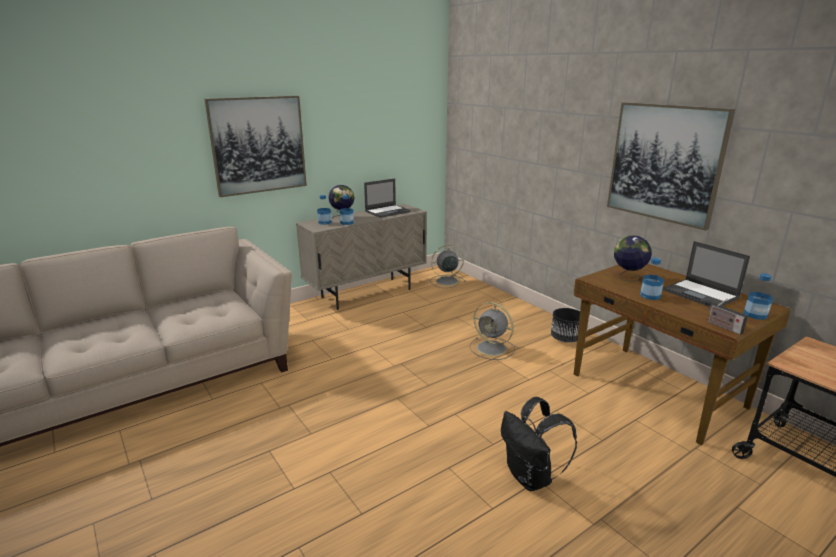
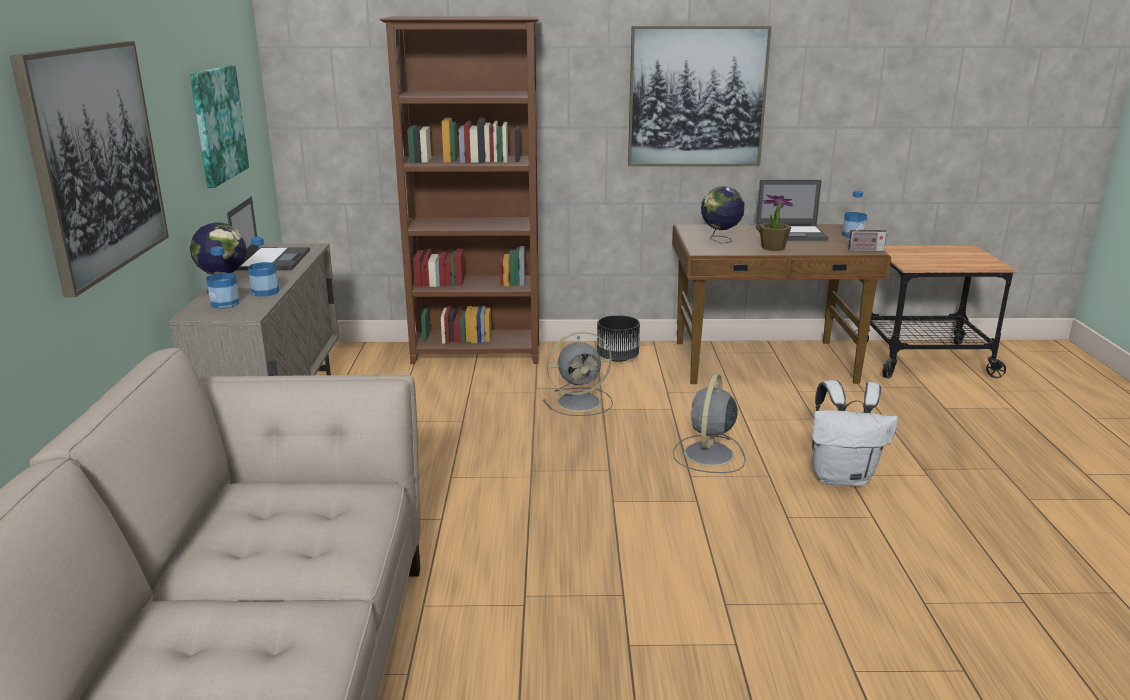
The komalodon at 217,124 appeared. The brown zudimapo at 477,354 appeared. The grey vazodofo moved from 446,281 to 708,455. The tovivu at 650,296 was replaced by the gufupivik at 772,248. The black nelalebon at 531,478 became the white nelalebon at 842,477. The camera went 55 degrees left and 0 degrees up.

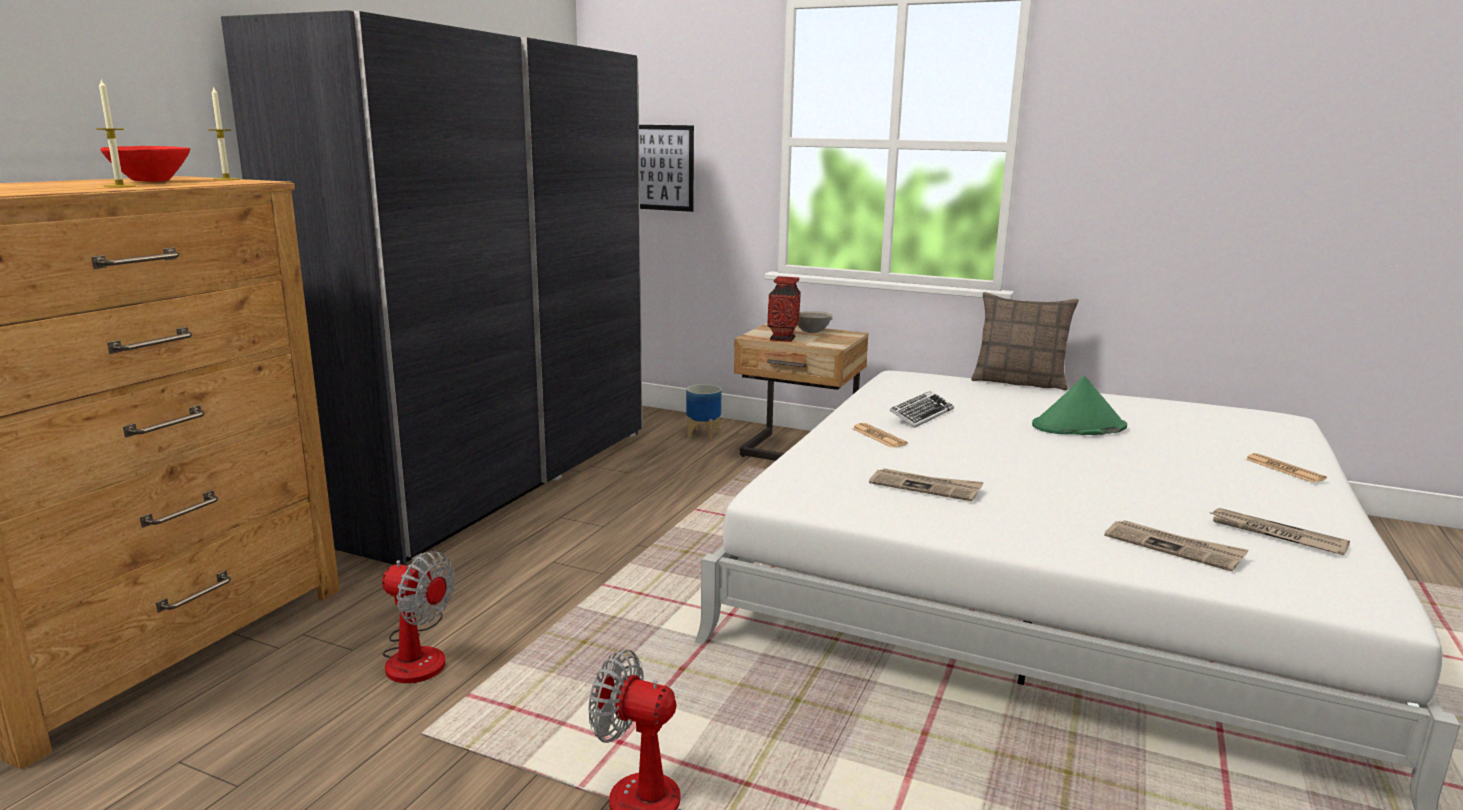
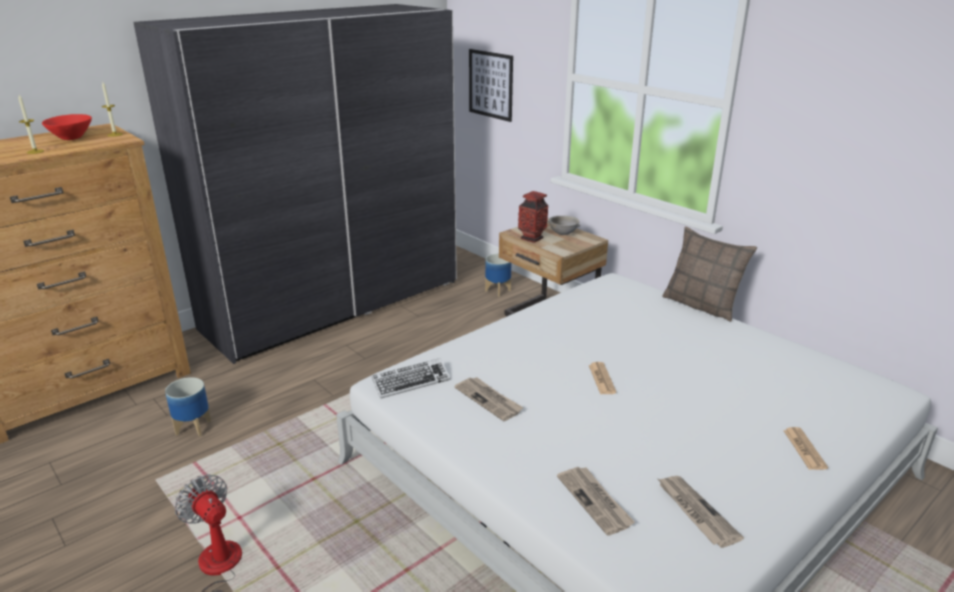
The vazodofo at 417,654 was replaced by the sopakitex at 193,427. The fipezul moved from 921,414 to 411,382. The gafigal moved from 878,436 to 602,379. The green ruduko at 1078,427 disappeared. The camera went 25 degrees right and 10 degrees up.

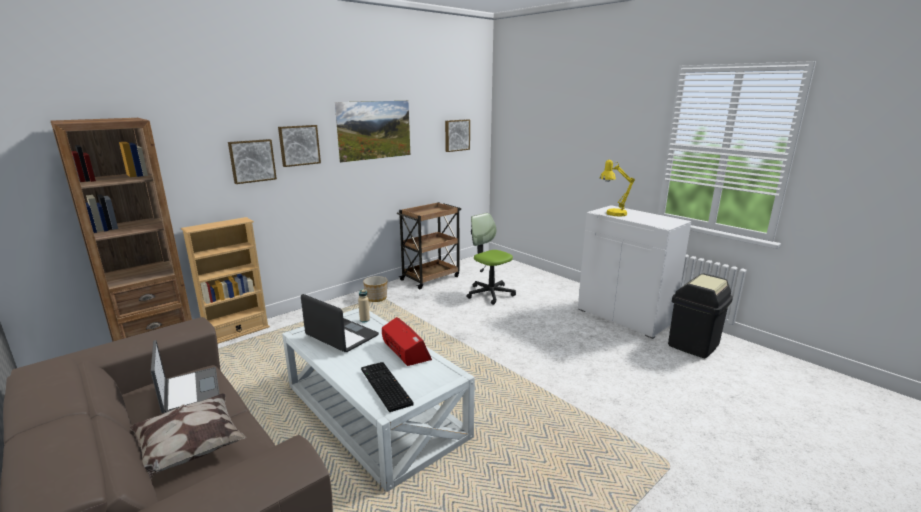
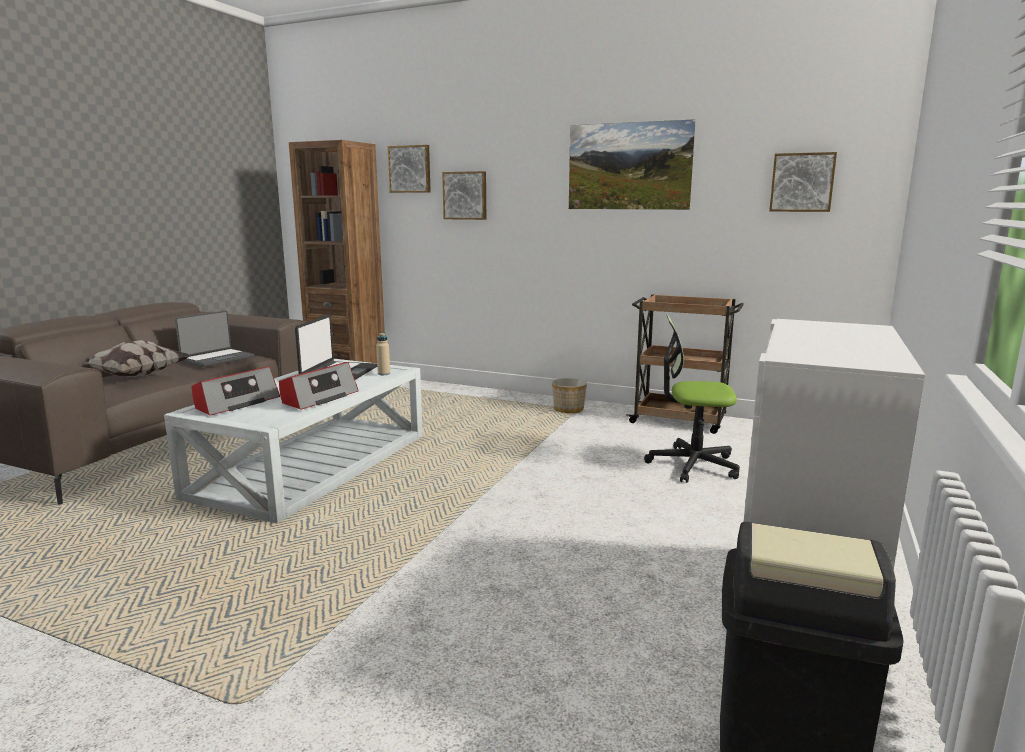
The fipezul at 384,386 was replaced by the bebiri at 236,403. The komalodon moved from 299,145 to 410,169. The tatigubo at 490,293 turned 105 degrees counterclockwise. The beige zudimapo at 237,333 disappeared. The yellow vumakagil at 612,214 disappeared. The camera went 65 degrees right and 5 degrees down.

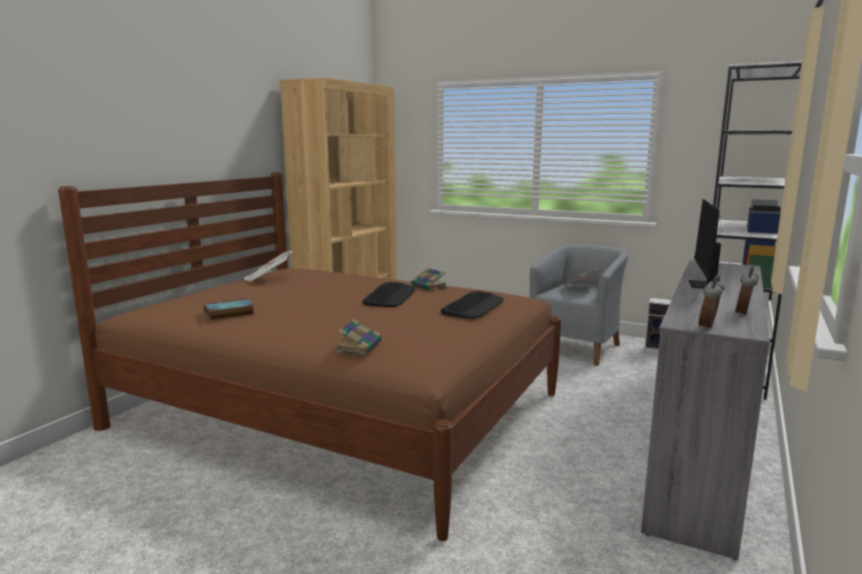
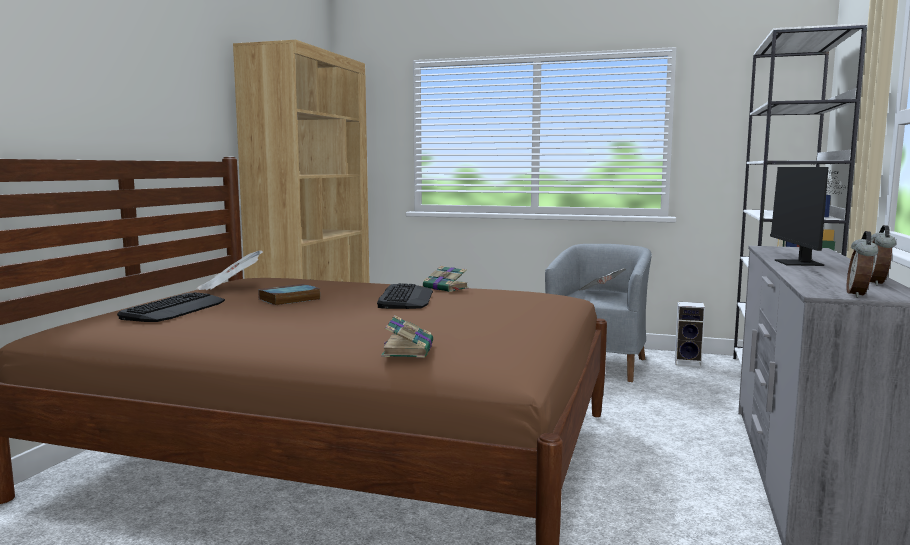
The fipezul moved from 474,306 to 175,309. The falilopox moved from 228,313 to 289,299. The camera went 10 degrees left and 5 degrees down.

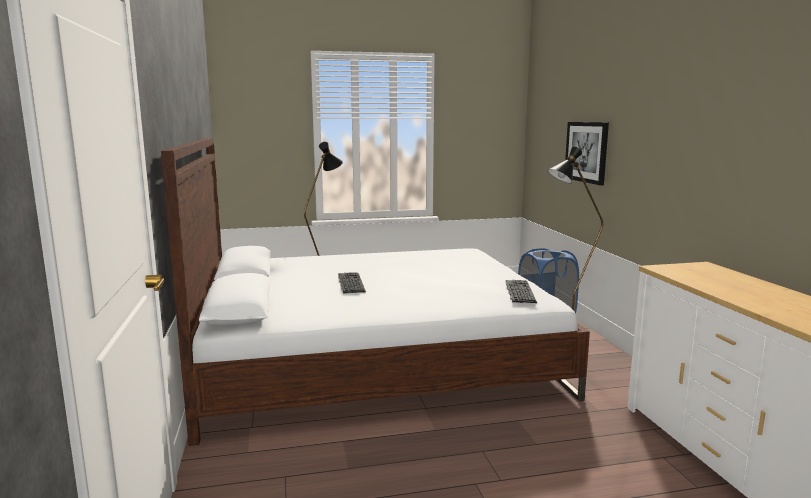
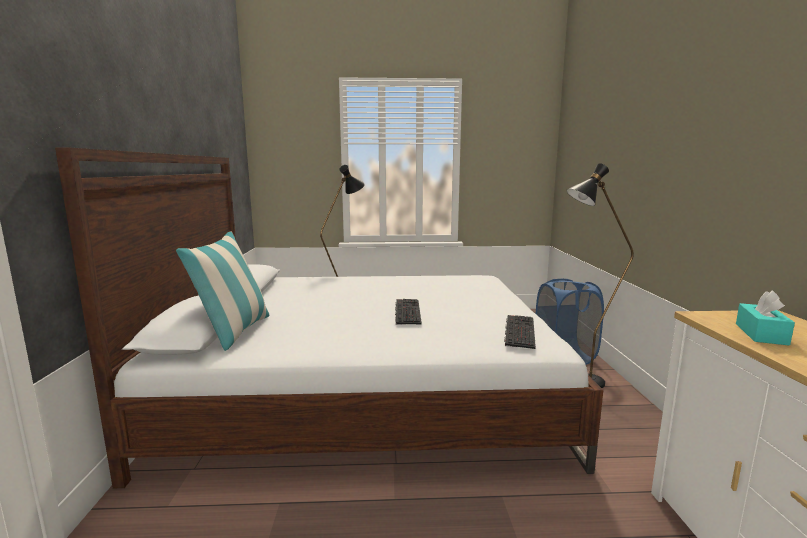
The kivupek at 234,332 appeared. The fipezul moved from 350,283 to 406,311. The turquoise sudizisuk at 761,334 appeared. The komalodon at 586,152 disappeared. The camera went 10 degrees right and 0 degrees up.

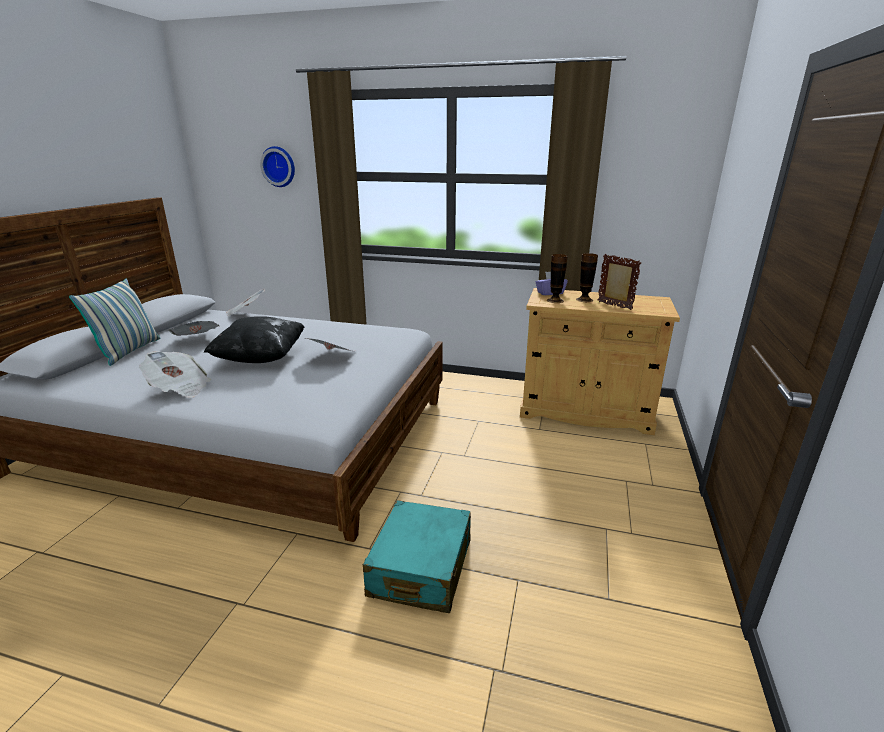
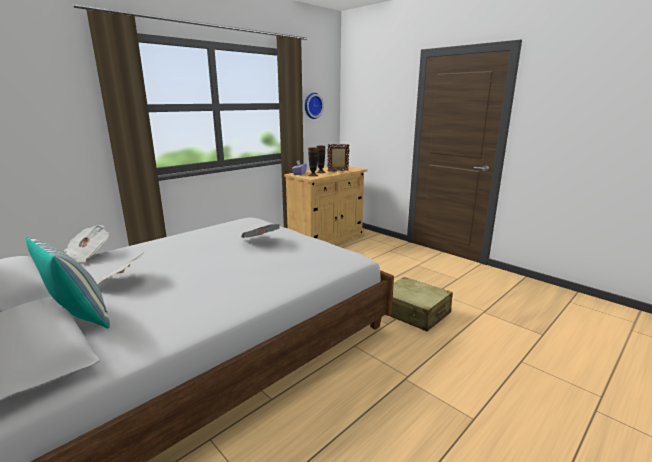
The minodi moved from 279,166 to 312,105. The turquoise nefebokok at 420,568 became the beige nefebokok at 414,313. The gafigal at 179,388 disappeared. The black kivupek at 261,358 disappeared. The camera went 60 degrees left and 5 degrees down.

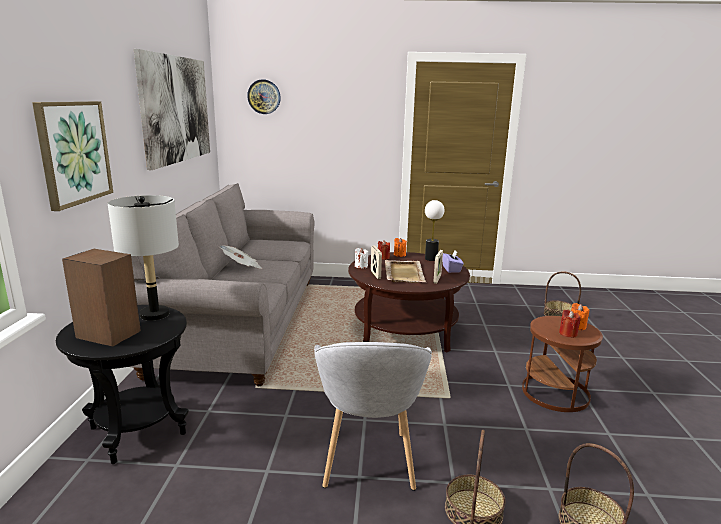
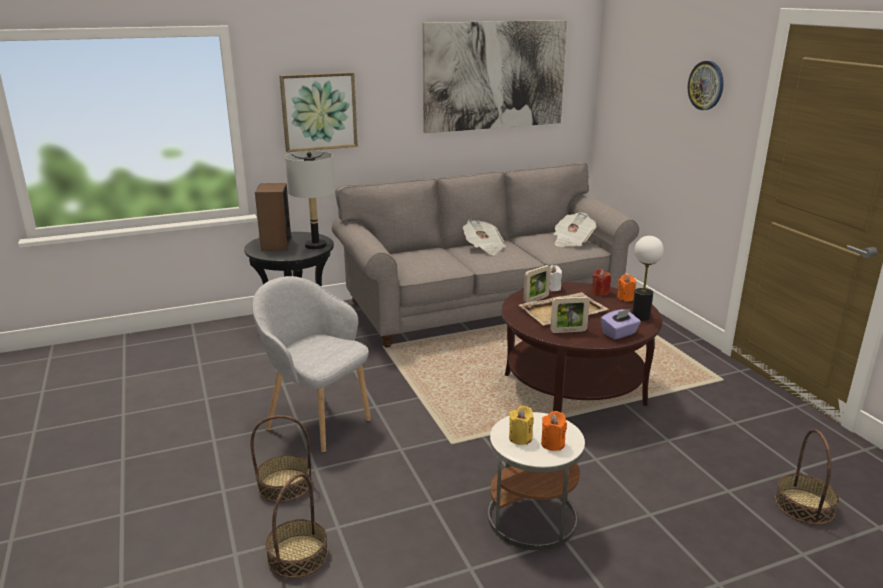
The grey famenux at 368,462 turned 60 degrees clockwise. The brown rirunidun at 555,393 became the white rirunidun at 532,518. The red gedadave at 568,333 became the yellow gedadave at 520,438. The gafigal at 572,241 appeared. The minodi moved from 264,97 to 706,85. The camera went 65 degrees right and 5 degrees up.

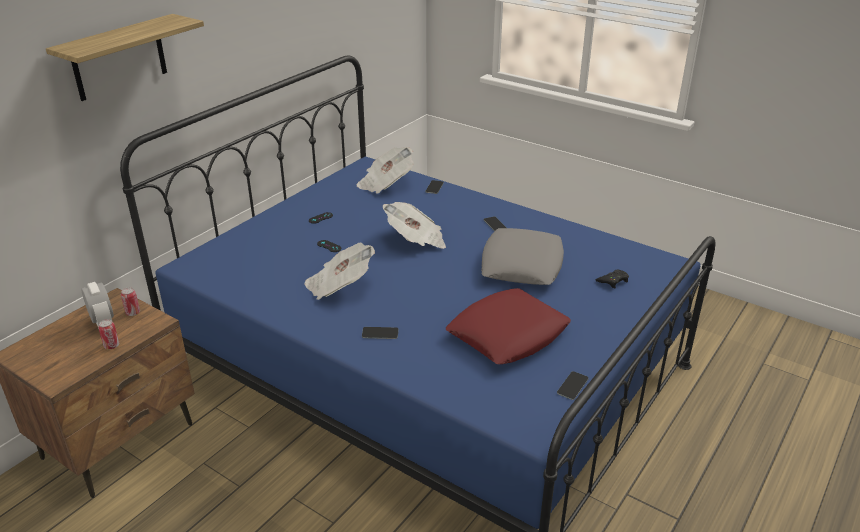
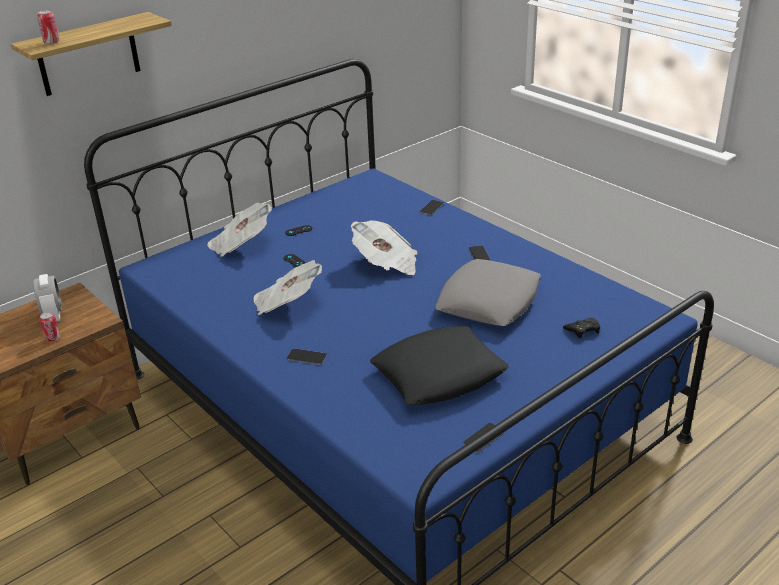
The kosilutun moved from 133,313 to 51,42. The gafigal moved from 385,184 to 241,245. The red kivupek at 508,334 became the black kivupek at 439,374. The camera went 15 degrees right and 0 degrees up.

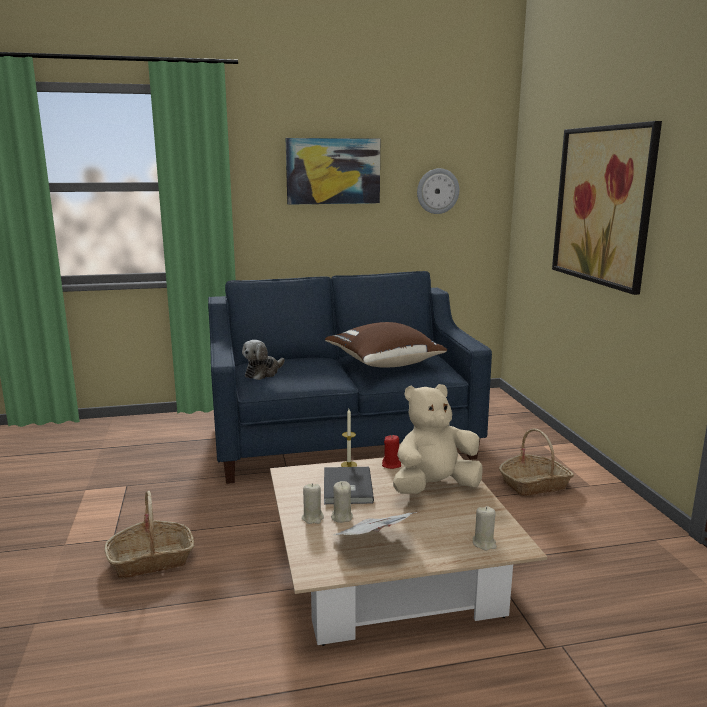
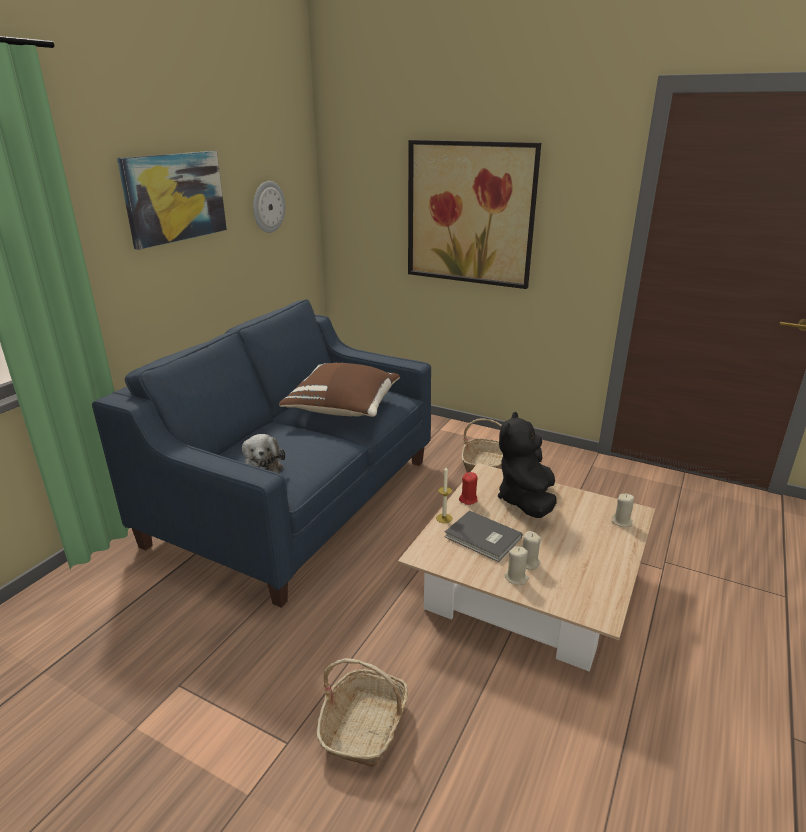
The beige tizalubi at 434,488 became the black tizalubi at 526,501. The gafigal at 374,544 disappeared. The camera went 50 degrees left and 10 degrees up.

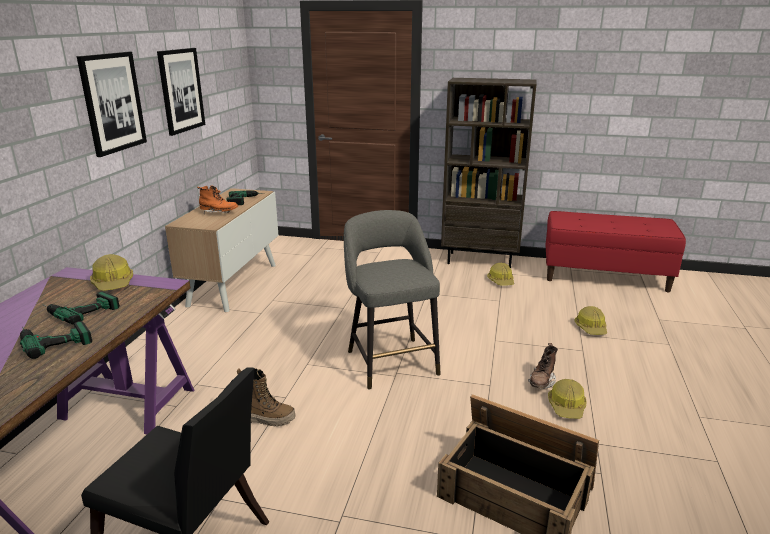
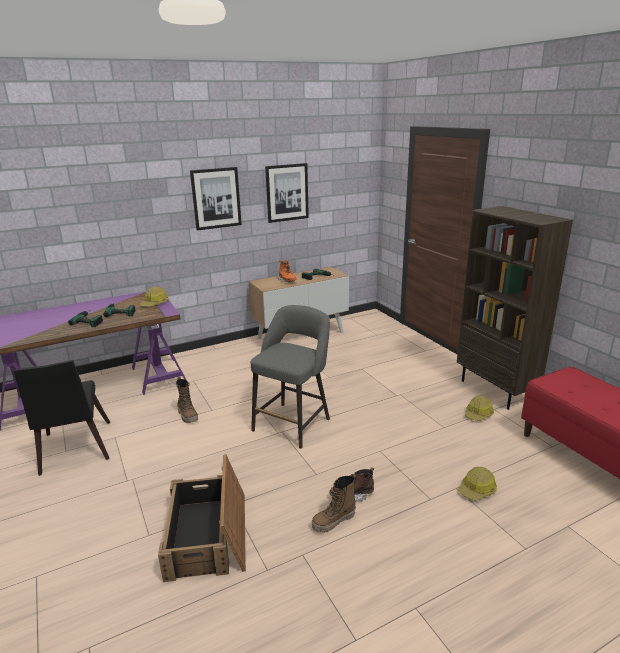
The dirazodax at 567,406 was replaced by the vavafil at 334,521. The camera went 50 degrees right and 0 degrees up.

